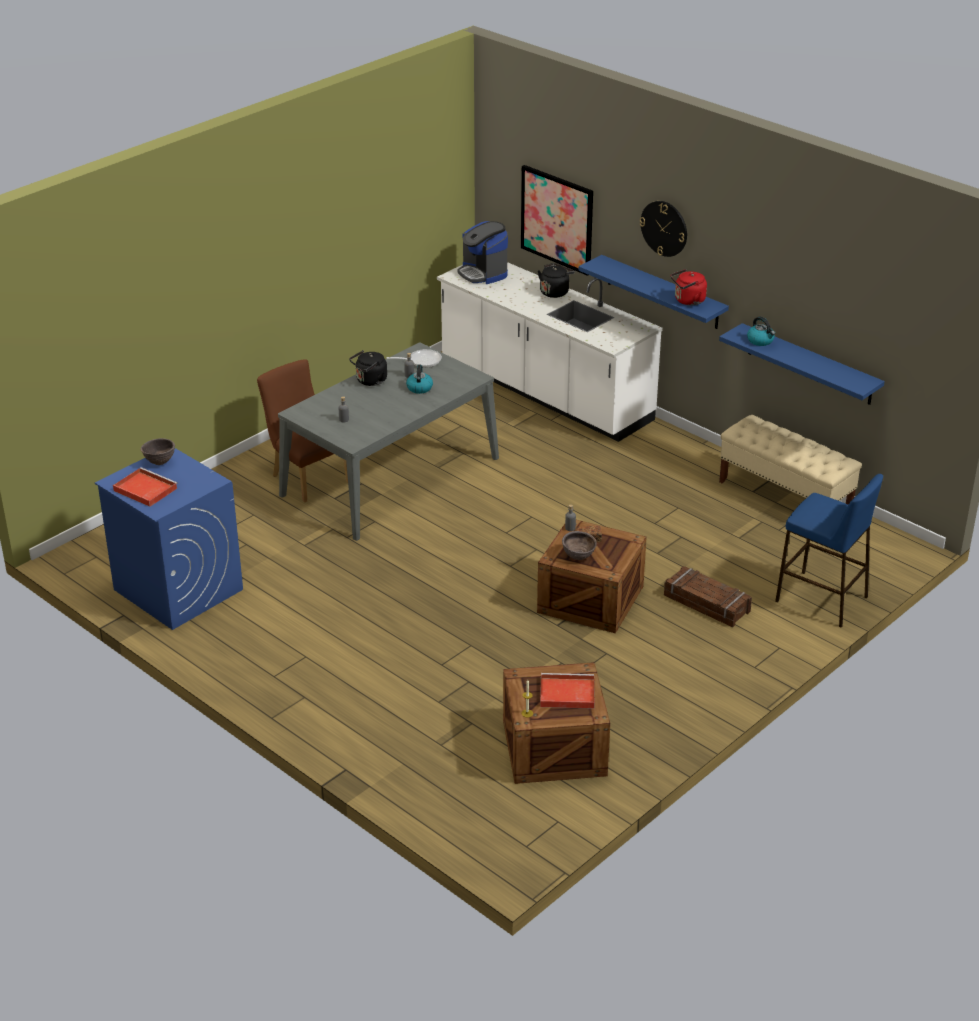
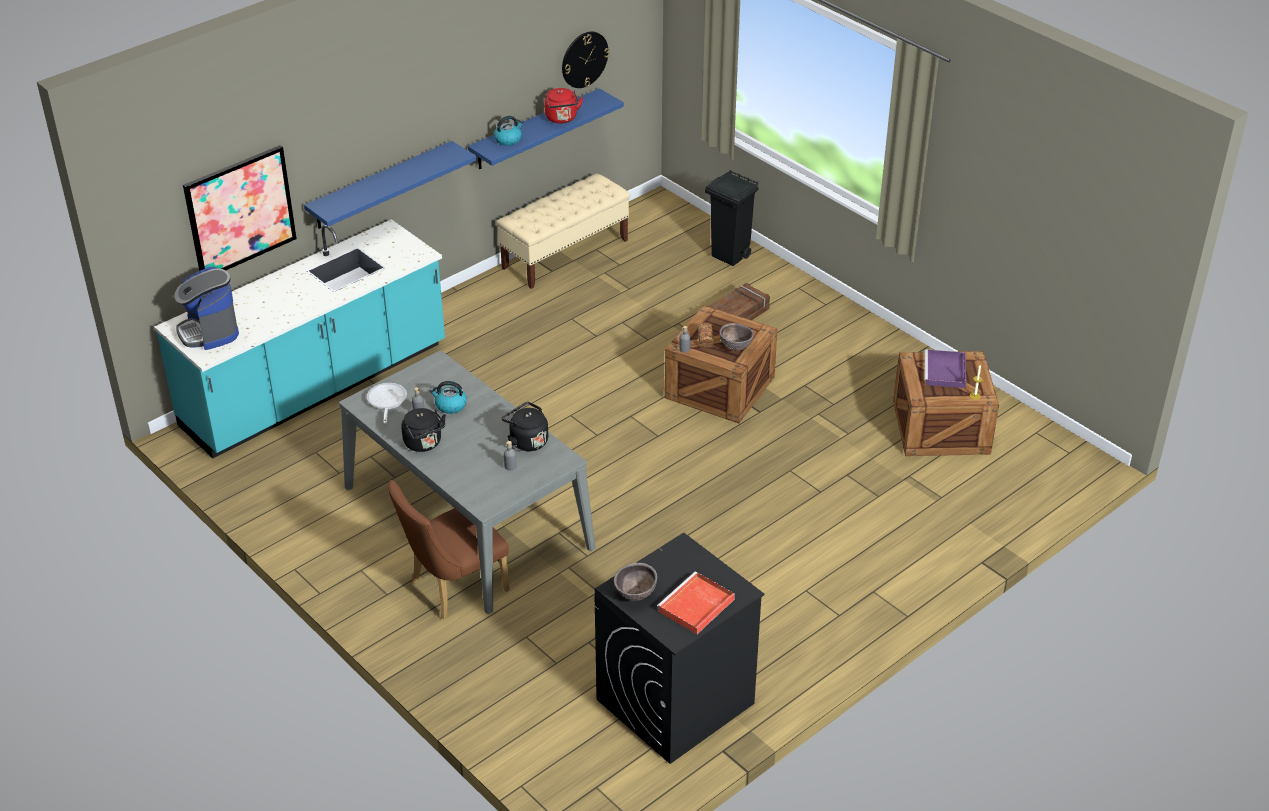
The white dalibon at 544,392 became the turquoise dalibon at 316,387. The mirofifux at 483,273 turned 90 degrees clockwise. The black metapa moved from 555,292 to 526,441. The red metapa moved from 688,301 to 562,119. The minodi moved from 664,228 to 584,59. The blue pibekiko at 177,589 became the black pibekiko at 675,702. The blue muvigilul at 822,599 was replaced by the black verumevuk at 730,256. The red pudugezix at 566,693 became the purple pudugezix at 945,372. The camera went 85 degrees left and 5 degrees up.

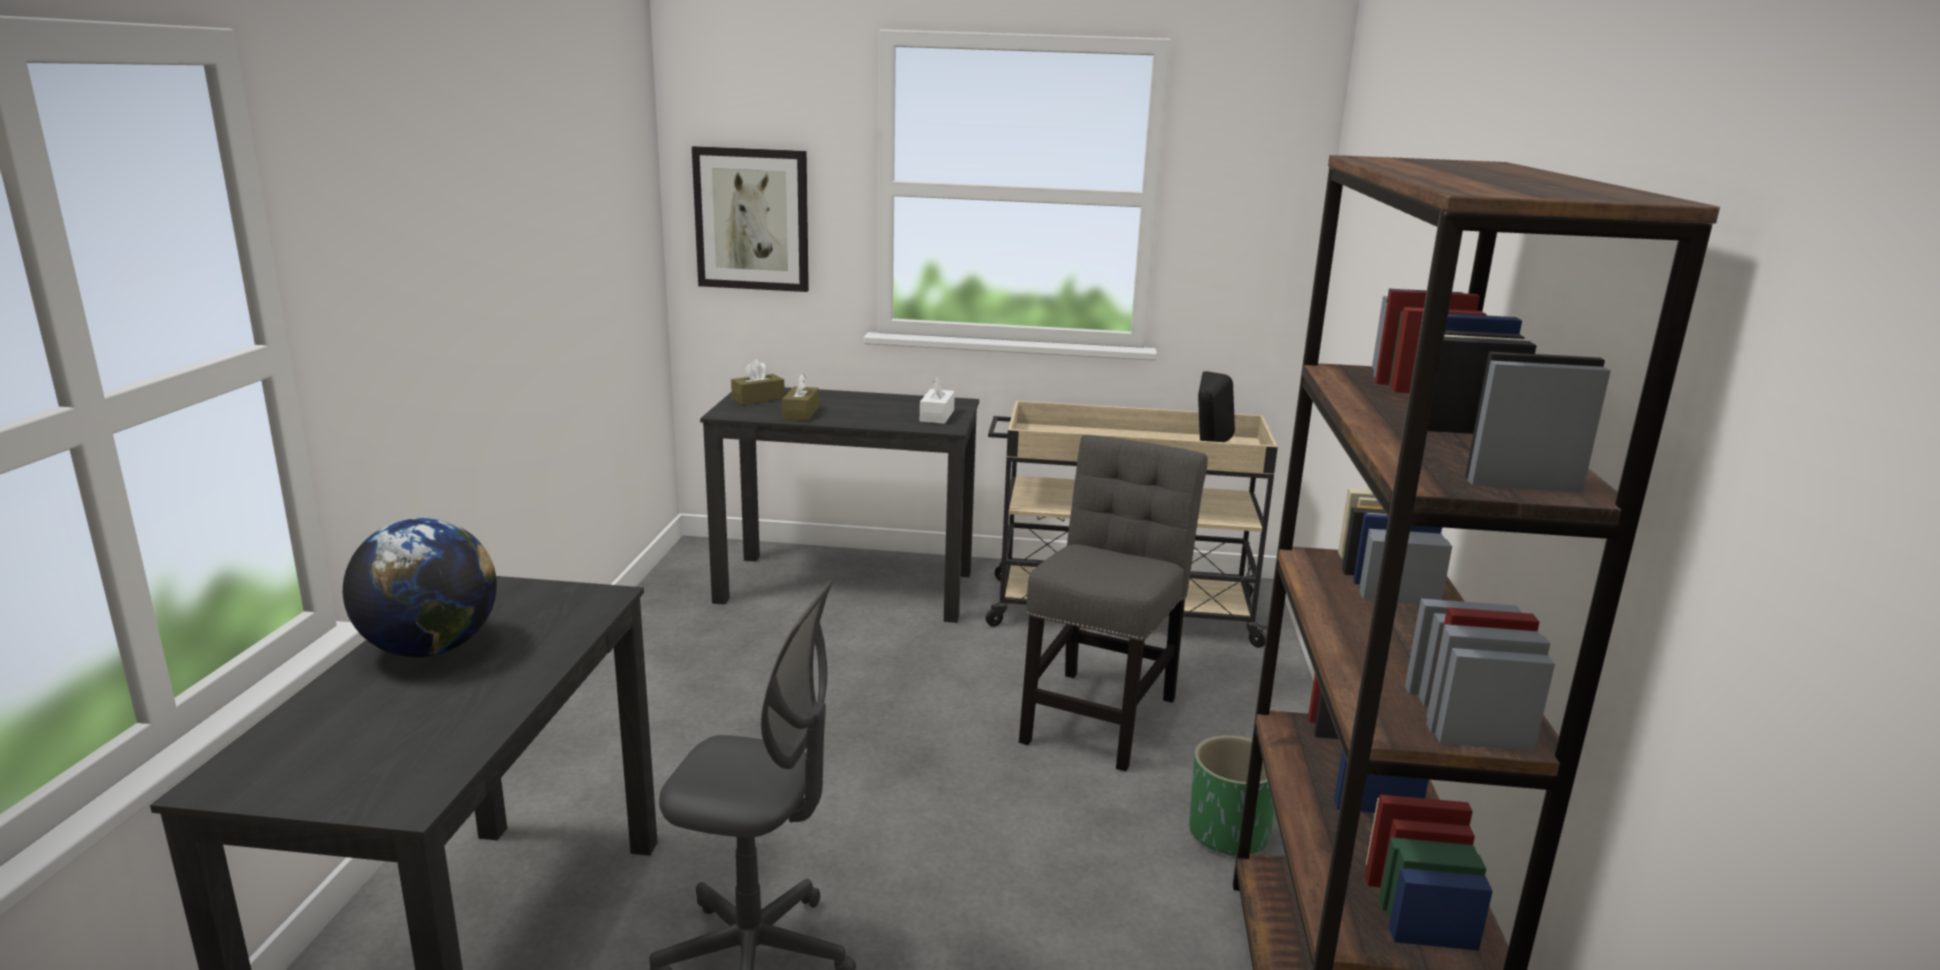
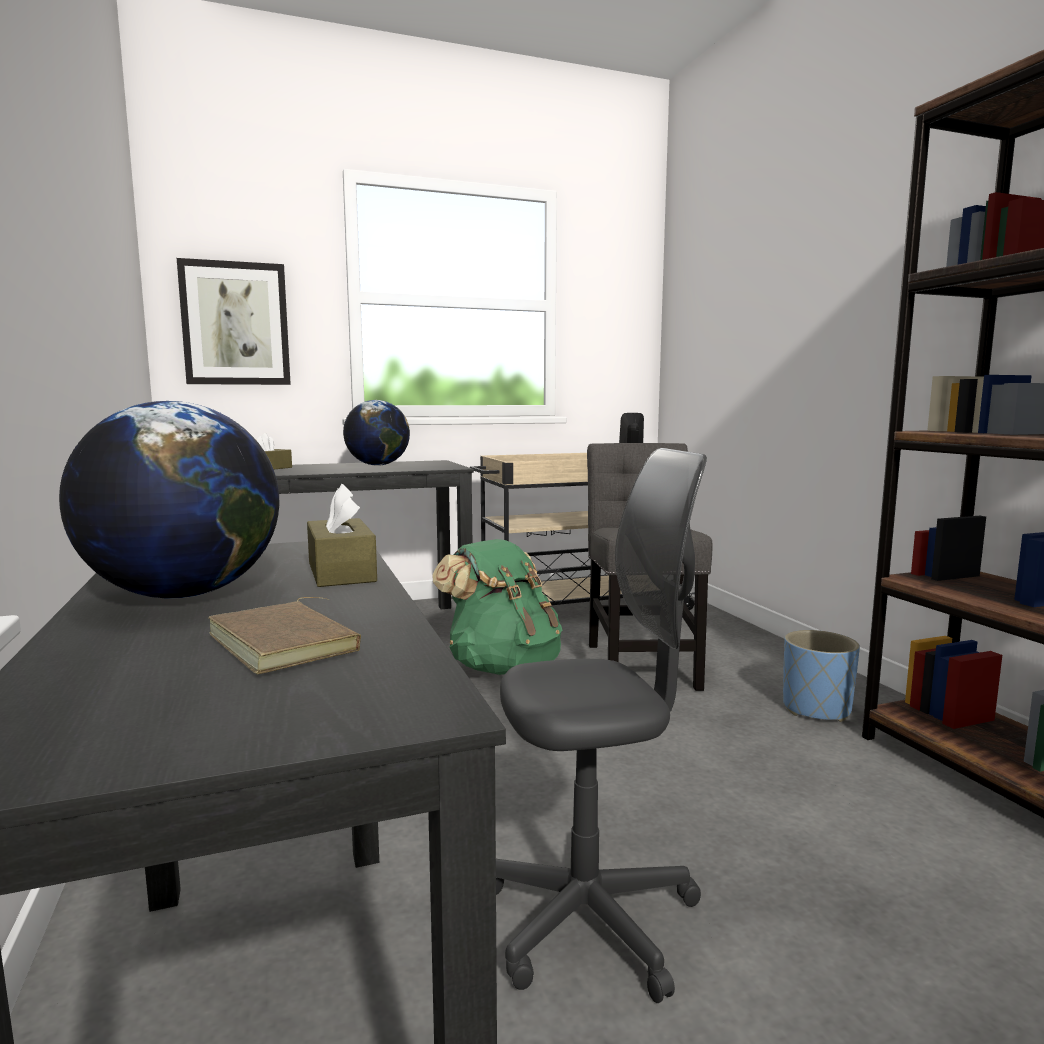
The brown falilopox at 288,643 appeared. The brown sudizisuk moved from 801,413 to 341,572. The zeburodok at 377,465 appeared. The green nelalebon at 502,666 appeared. The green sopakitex at 1228,834 became the blue sopakitex at 816,709. The white sudizisuk at 937,416 disappeared. The camera went 25 degrees left and 10 degrees down.

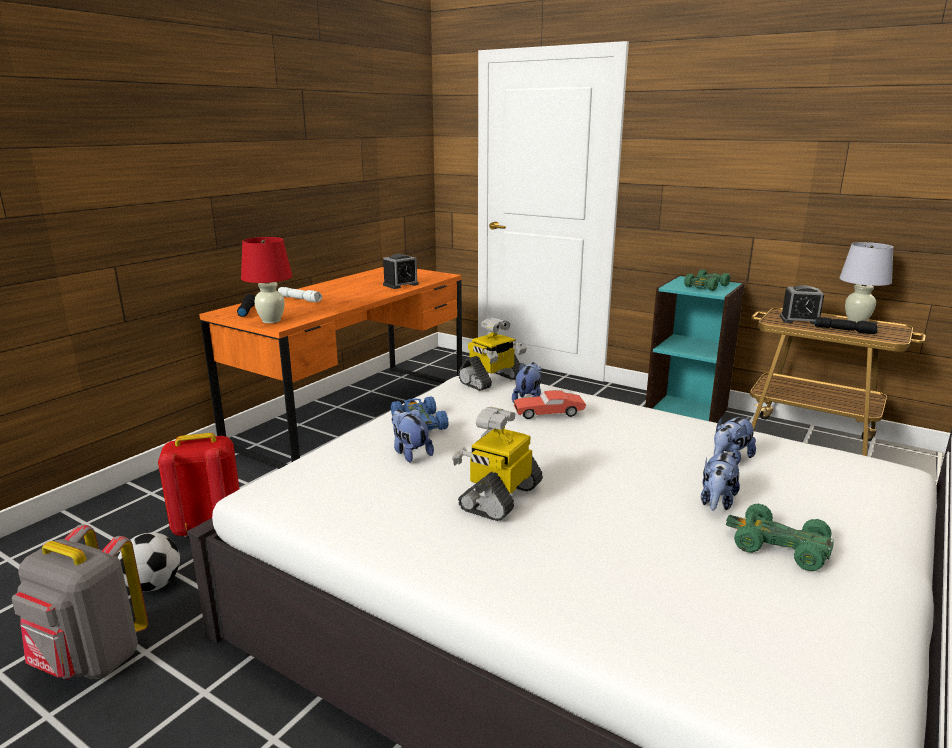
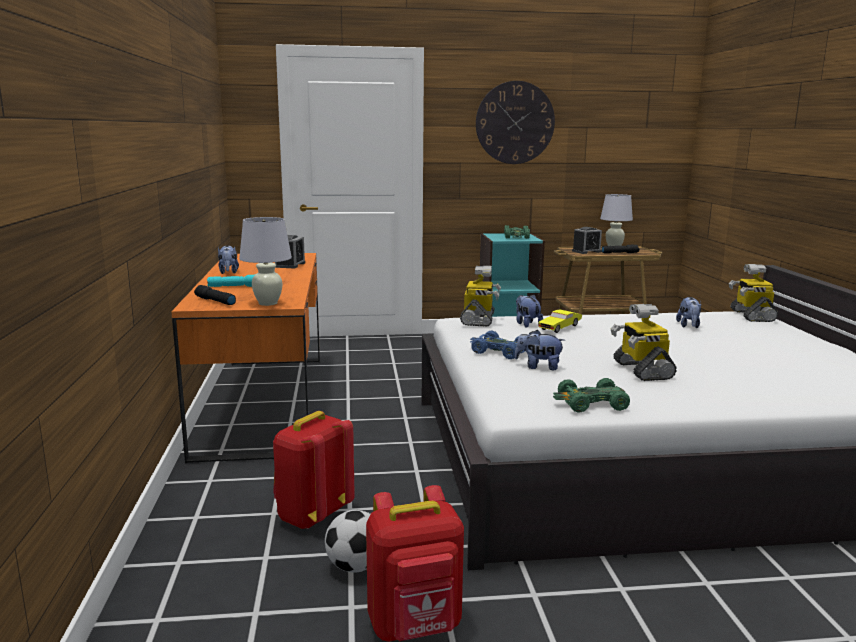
The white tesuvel at 300,299 became the turquoise tesuvel at 236,286. The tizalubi moved from 716,502 to 228,272. The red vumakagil at 271,321 became the white vumakagil at 268,303. The grey nelalebon at 91,661 became the red nelalebon at 415,627. The minodi at 515,123 appeared. The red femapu at 549,413 became the yellow femapu at 560,327. The green femapu moved from 778,546 to 591,404. The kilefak at 751,315 appeared. The camera went 40 degrees left and 5 degrees down.

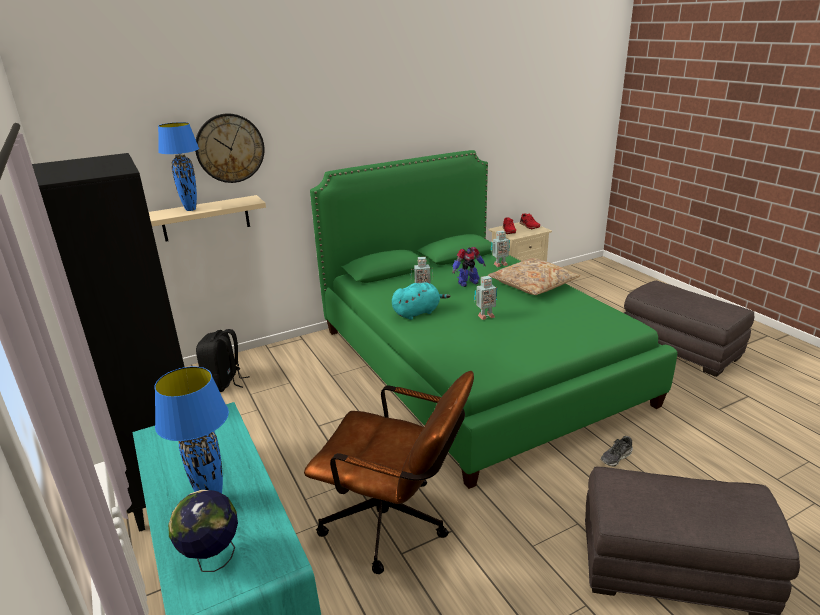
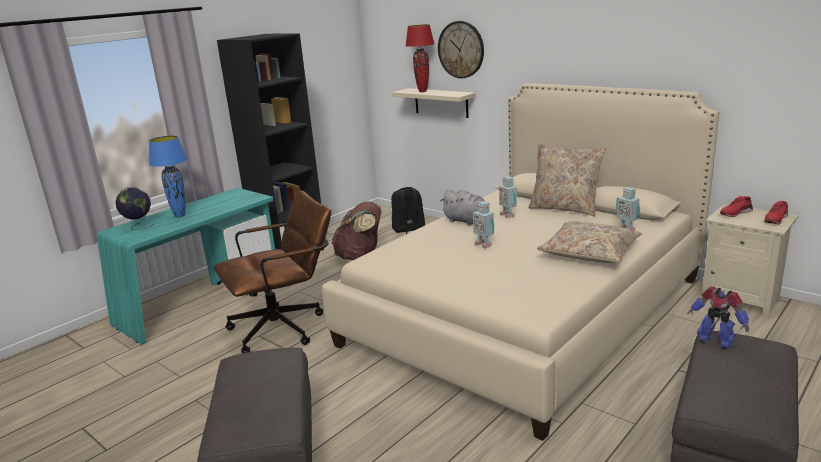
The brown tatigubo at 395,524 turned 120 degrees counterclockwise. The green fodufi at 474,364 became the beige fodufi at 525,311. The brown nelalebon at 360,256 appeared. The blue vumakagil at 190,209 became the red vumakagil at 422,91. The turquoise tizalubi at 418,312 became the grey tizalubi at 467,221. The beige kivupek at 565,208 appeared. The kilefak moved from 467,283 to 715,341. The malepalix at 616,457 disappeared. The camera went 70 degrees right and 5 degrees down.

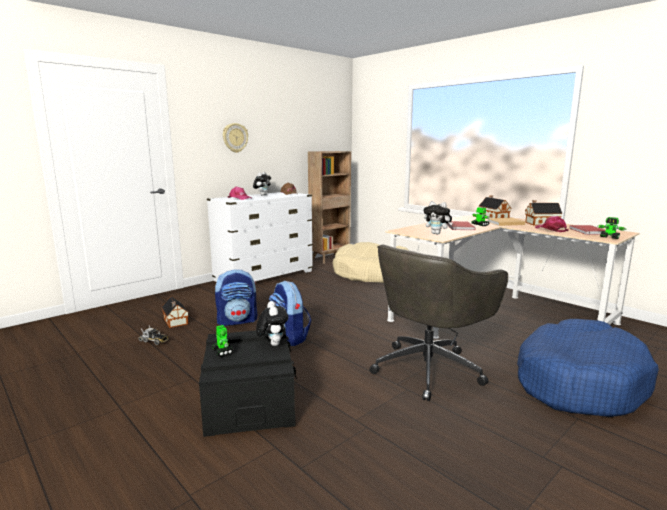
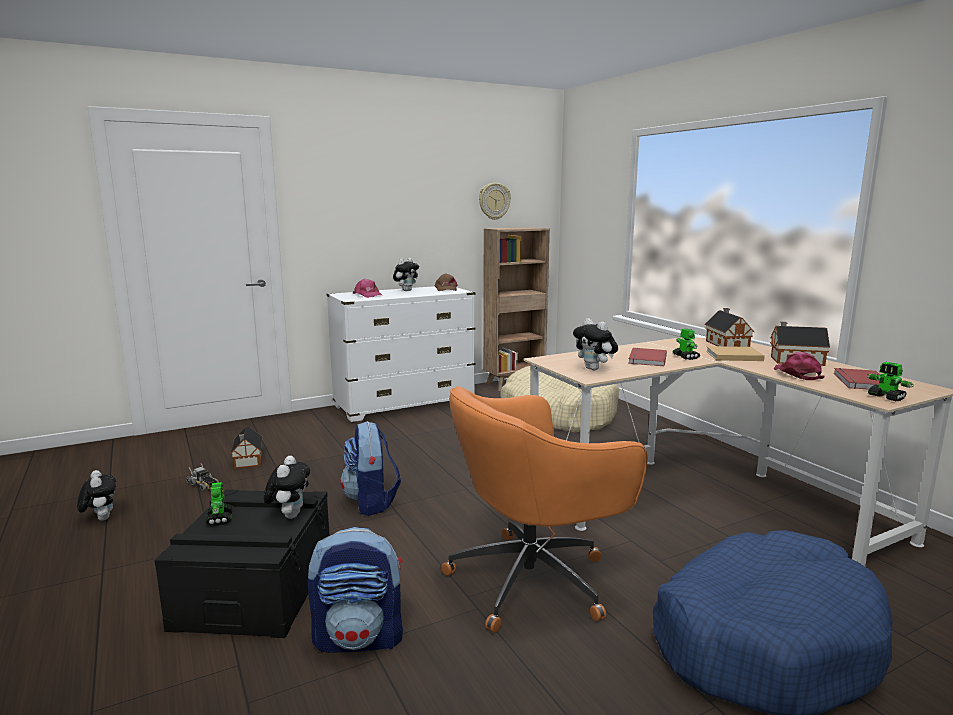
The tizalubi at 101,518 appeared. The nelalebon moved from 237,321 to 359,638. The grey tatigubo at 429,368 became the orange tatigubo at 534,579. The minodi moved from 235,138 to 494,201. The camera went 15 degrees right and 0 degrees up.

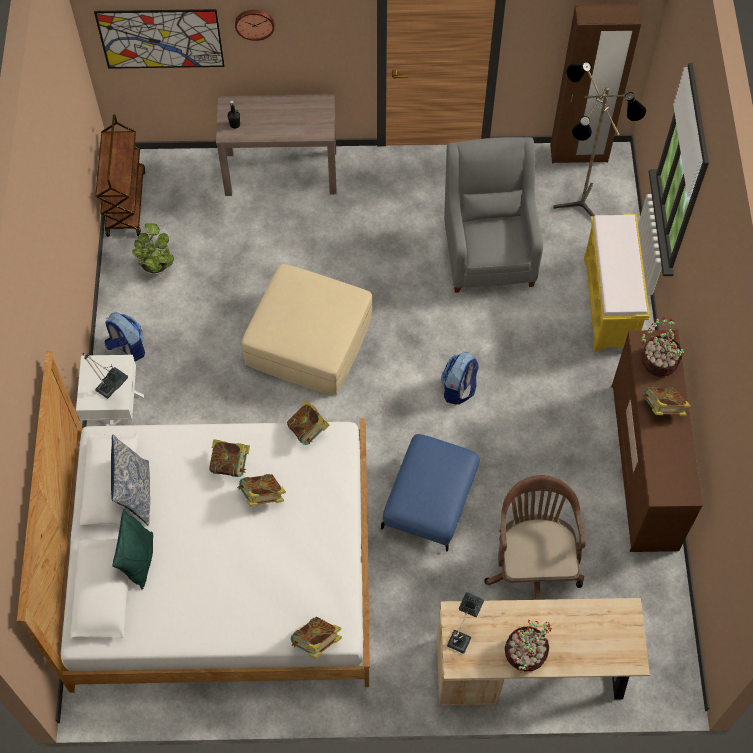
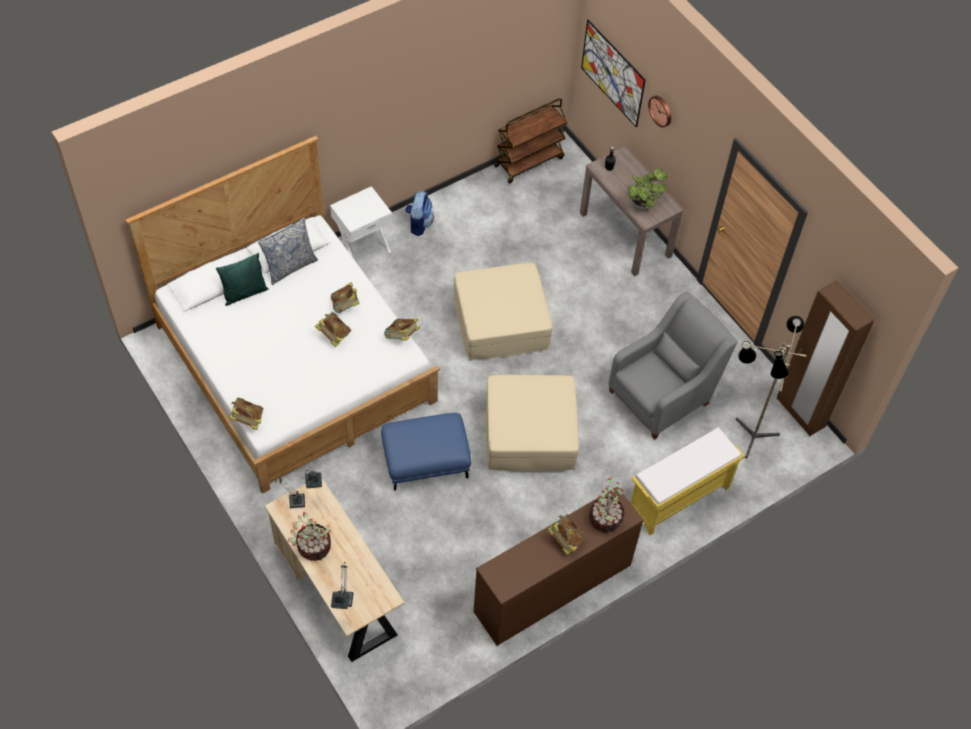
The vumakagil moved from 111,391 to 344,604. The nelalebon at 458,389 was replaced by the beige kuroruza at 529,434. The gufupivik moved from 156,265 to 643,203. The brown tatigubo at 532,564 disappeared. The camera went 55 degrees right and 5 degrees down.

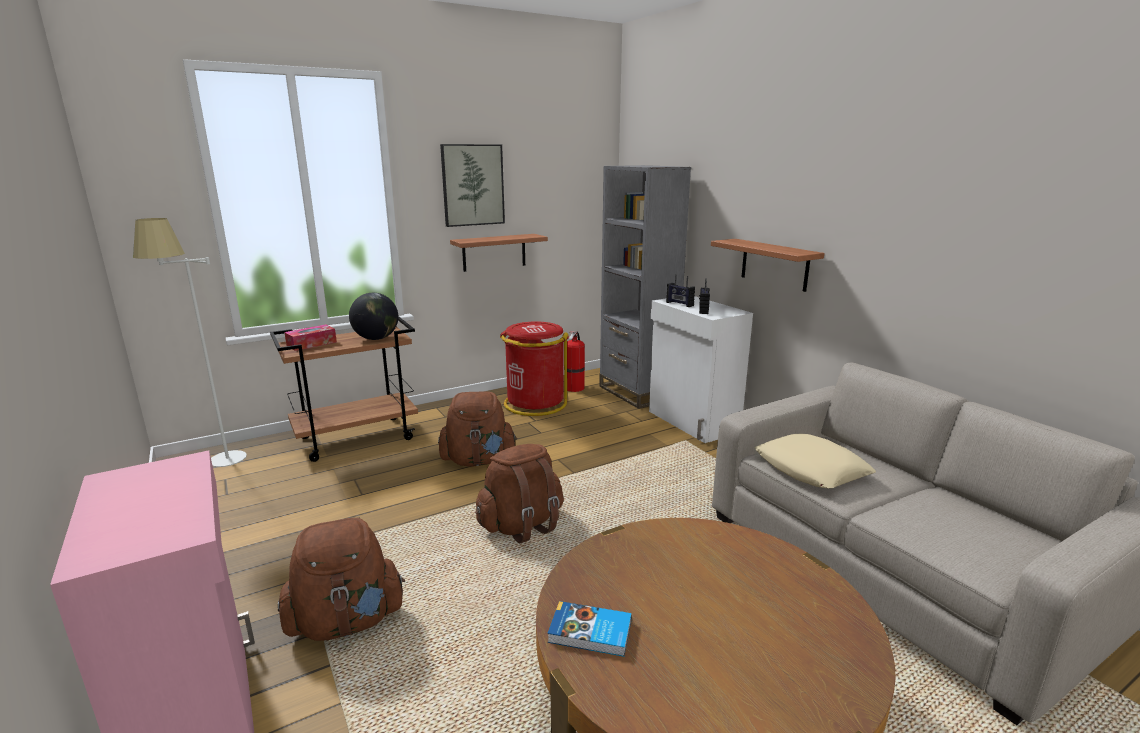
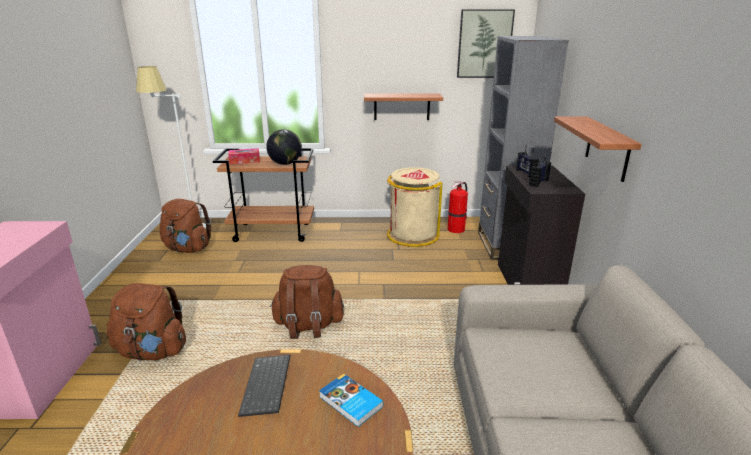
The brown nelalebon moved from 478,460 to 187,249. The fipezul at 267,386 appeared. The falilopox moved from 590,633 to 350,402. The red verumevuk at 535,403 became the beige verumevuk at 412,235. The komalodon moved from 472,185 to 484,44. The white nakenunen at 692,422 became the black nakenunen at 527,283. The beige kivupek at 811,469 disappeared. The camera went 30 degrees right and 5 degrees up.

